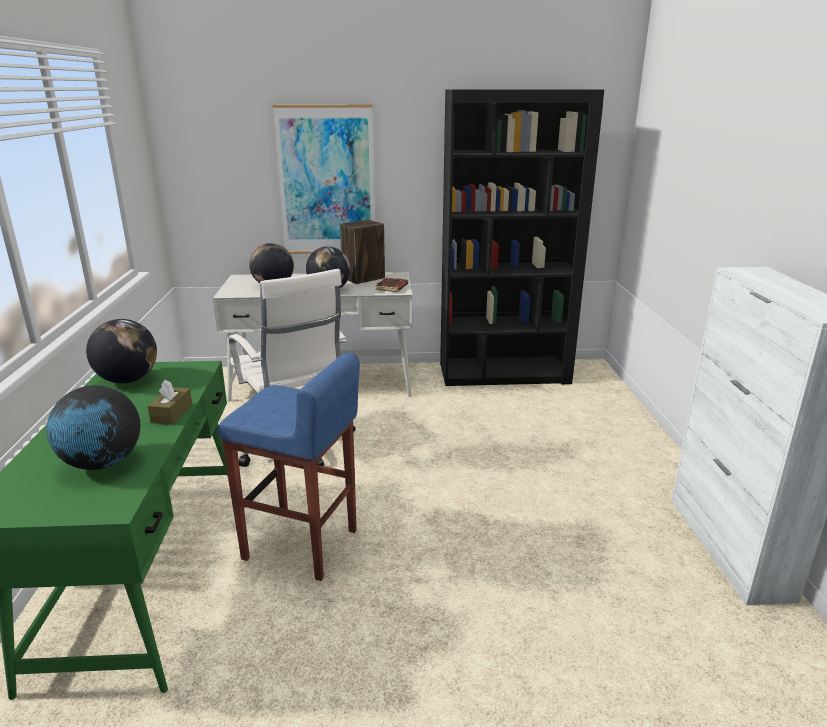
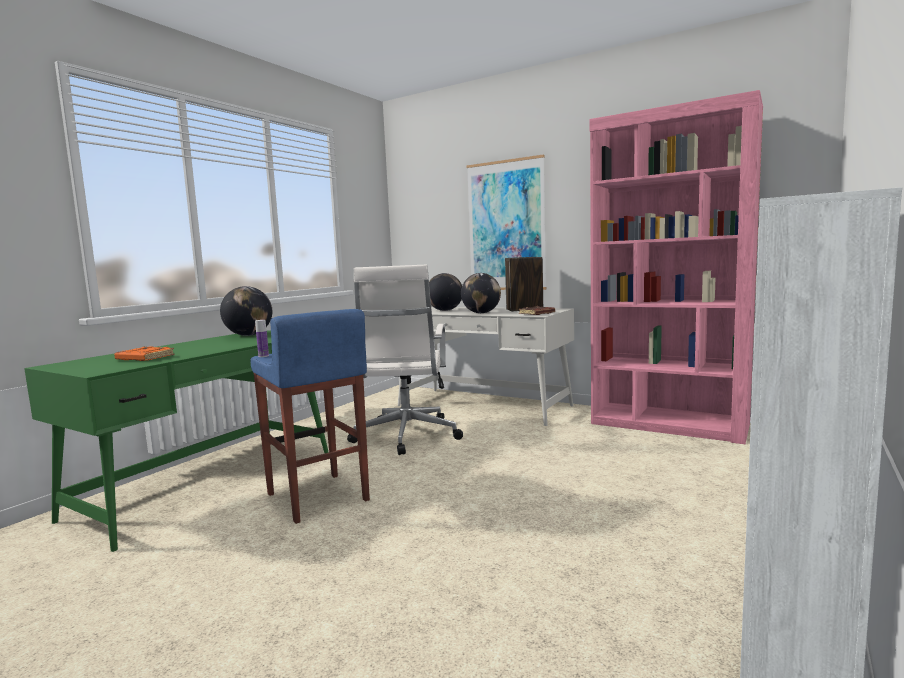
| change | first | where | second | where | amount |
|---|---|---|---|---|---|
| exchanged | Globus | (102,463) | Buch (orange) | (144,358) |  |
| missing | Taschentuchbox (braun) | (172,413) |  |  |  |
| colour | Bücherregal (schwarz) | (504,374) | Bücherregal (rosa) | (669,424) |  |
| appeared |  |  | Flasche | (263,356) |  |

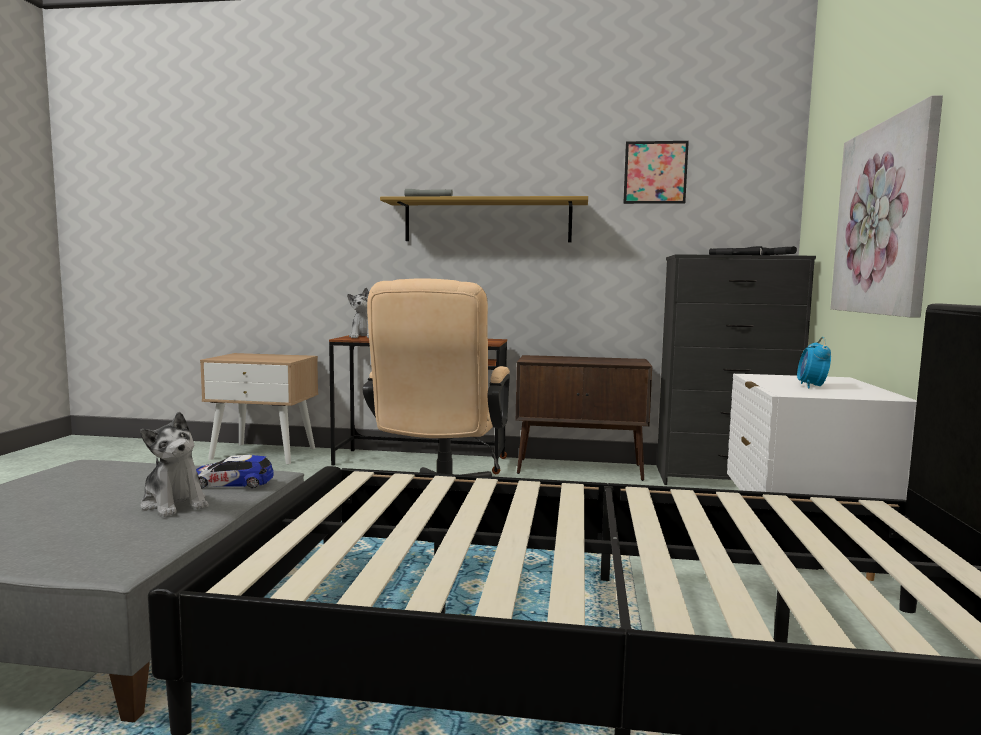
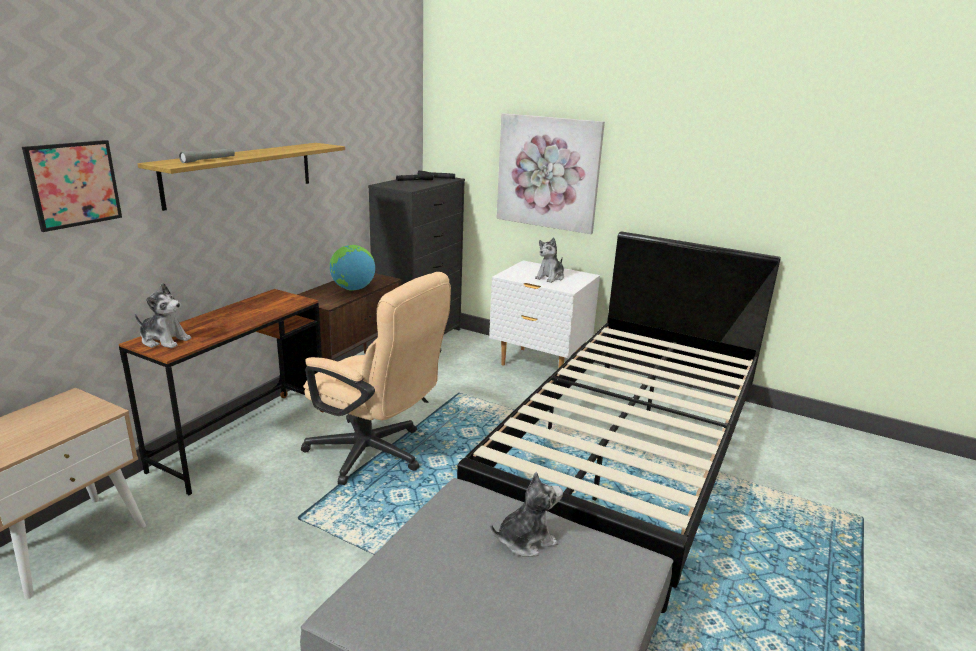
| change | first | where | second | where | amount |
|---|---|---|---|---|---|
| missing | Spielzeugauto | (231,482) |  |  |  |
| relocated | Bild | (655,172) |  | (74,184) |  |
| exchanged | Wecker | (811,386) | Plüschtier | (550,277) |  |
| appeared |  |  | Globus | (353,289) |  |

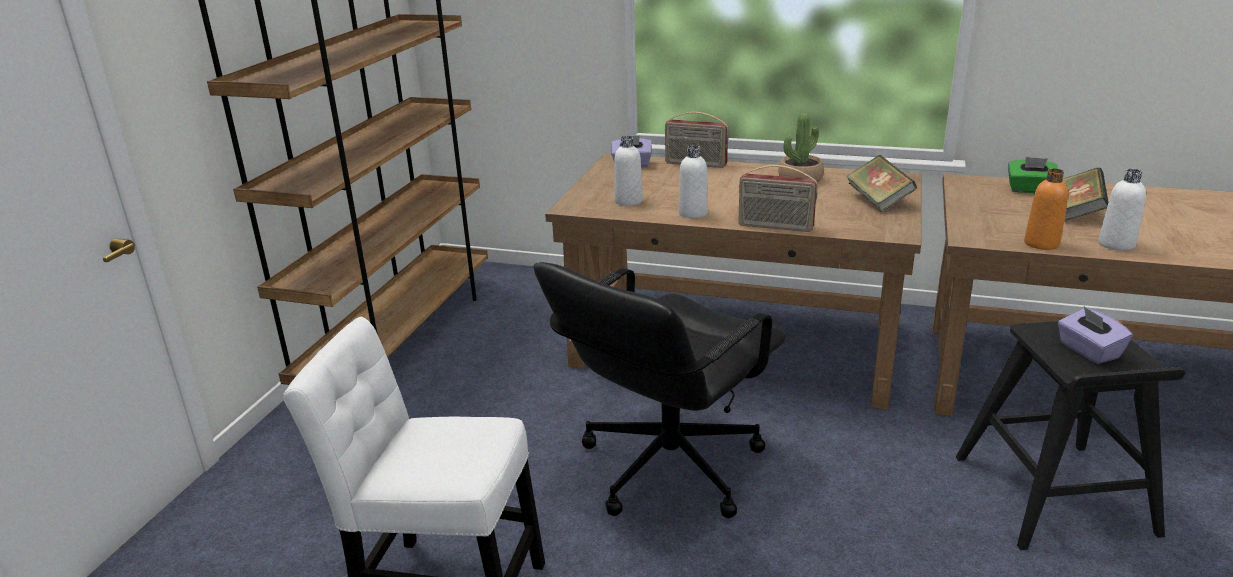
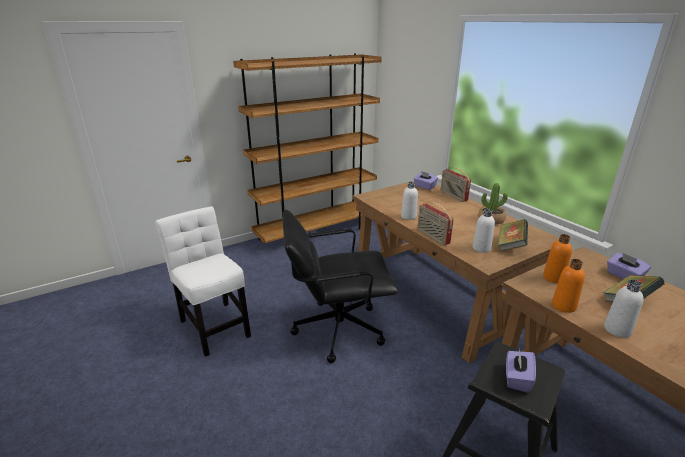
| change | first | where | second | where | amount |
|---|---|---|---|---|---|
| relocated | Flasche (weiß) | (628,201) |  | (481,248) |  |
| colour | Taschentuchbox (grün) | (1030,190) | Taschentuchbox (lila) | (623,276) |  |
| appeared |  |  | Flasche (orange) | (553,278) |  |

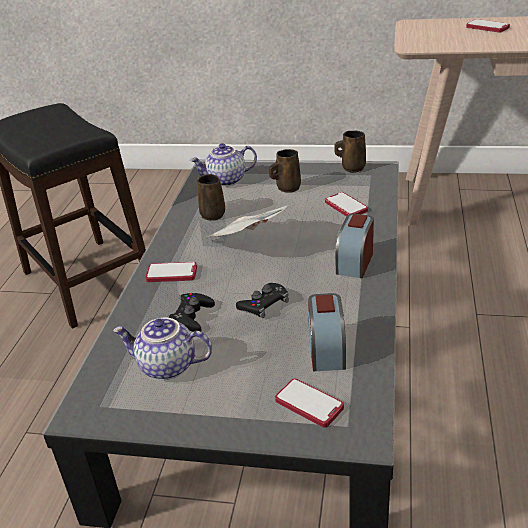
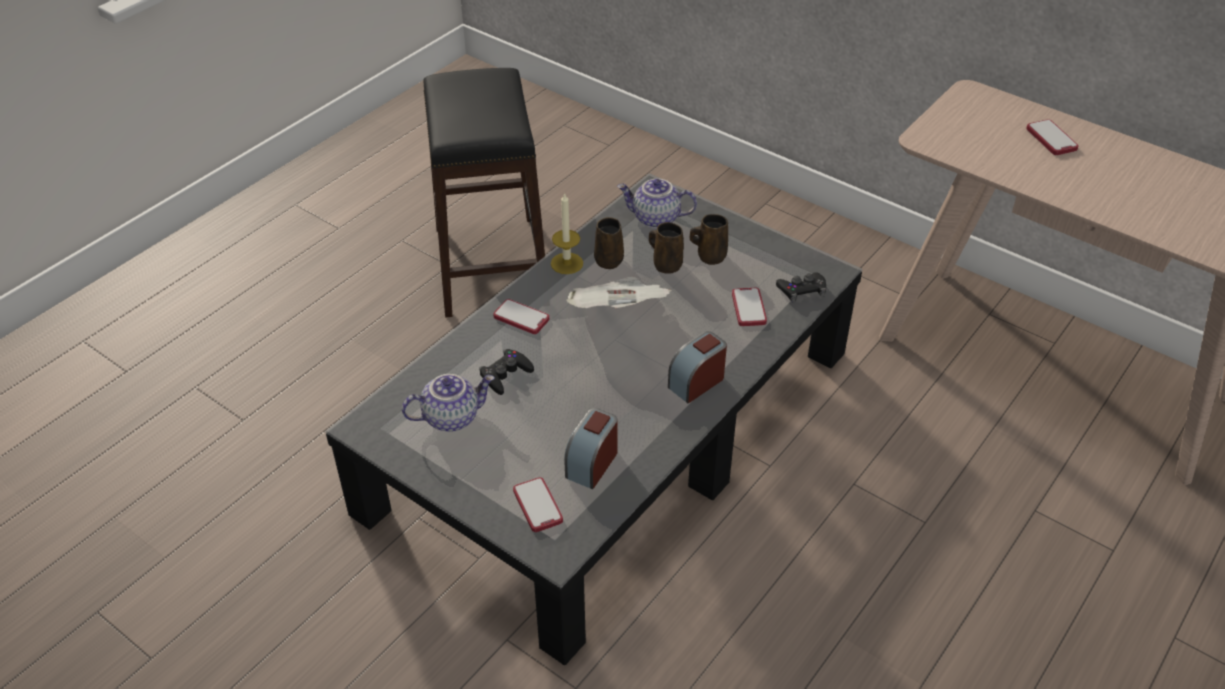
| change | first | where | second | where | amount |
|---|---|---|---|---|---|
| spun | Teekanne | (166,367) |  | (451,416) | 120 degrees clockwise |
| relocated | Gamepad (schwarz) | (264,304) |  | (801,290) |  |
| relocated | Henkelbecher (braun) | (352,168) |  | (666,264) |  |
| appeared |  |  | Kerze | (567,263) |  |

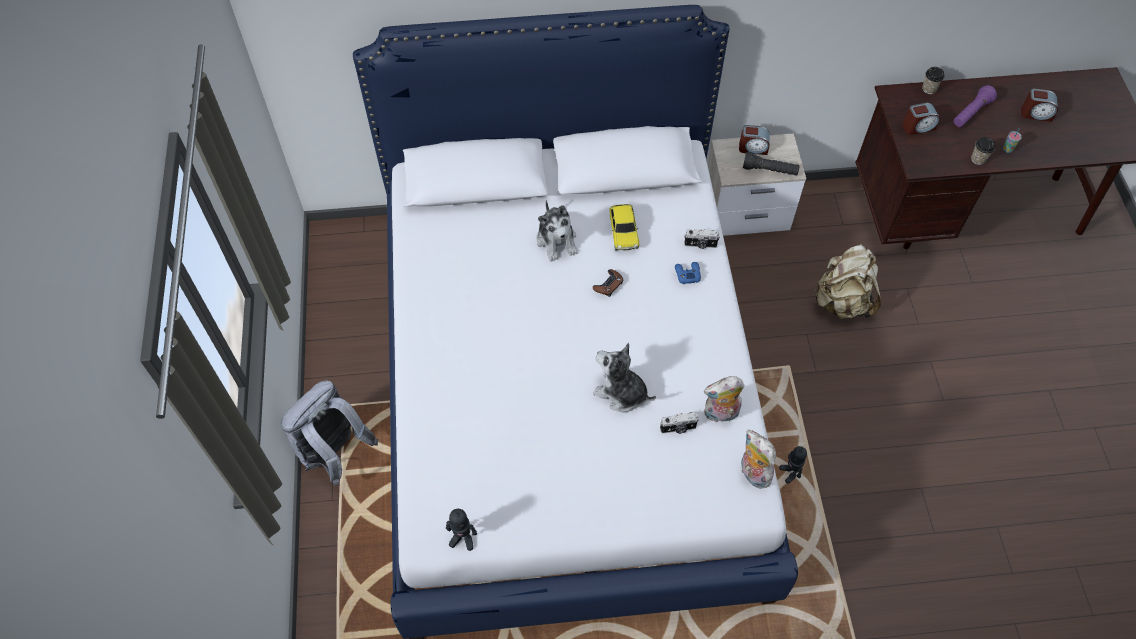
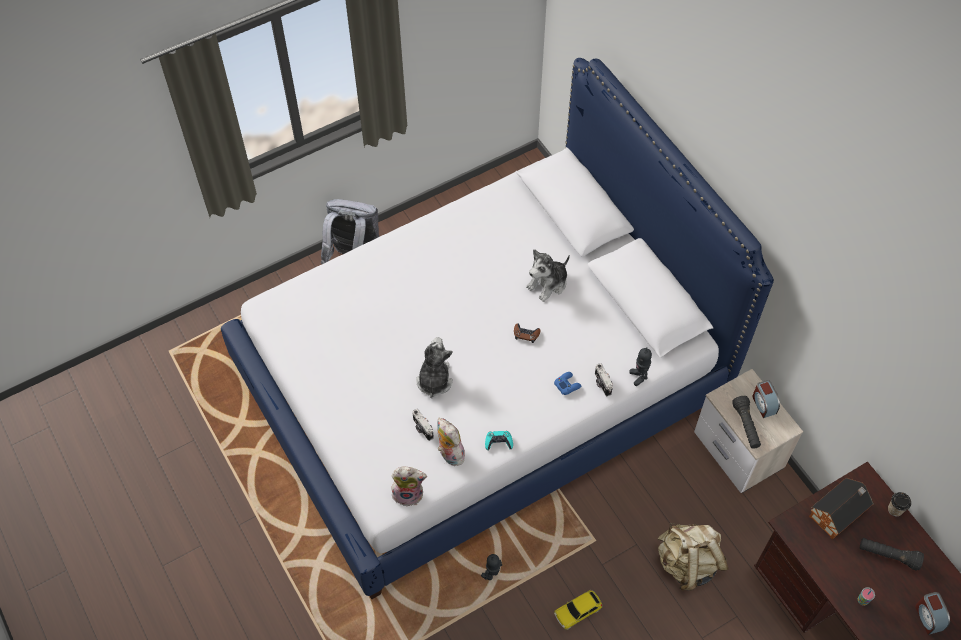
| change | first | where | second | where | amount |
|---|---|---|---|---|---|
| relocated | Spielzeugroboter | (462,539) |  | (639,376) |  |
| relocated | Spielzeugauto | (623,232) |  | (578,611) |  |
| spun | Plüschtier | (752,473) |  | (409,493) | 60 degrees clockwise |
| exchanged | Wecker | (918,127) | Spielzeughaus | (838,513) |  |
| colour | Taschenlampe (lila) | (971,113) | Taschenlampe (schwarz) | (888,556) |  |
| missing | Tasse | (978,159) |  |  |  |
| appeared |  |  | Gamepad (türkis) | (498,442) |  |

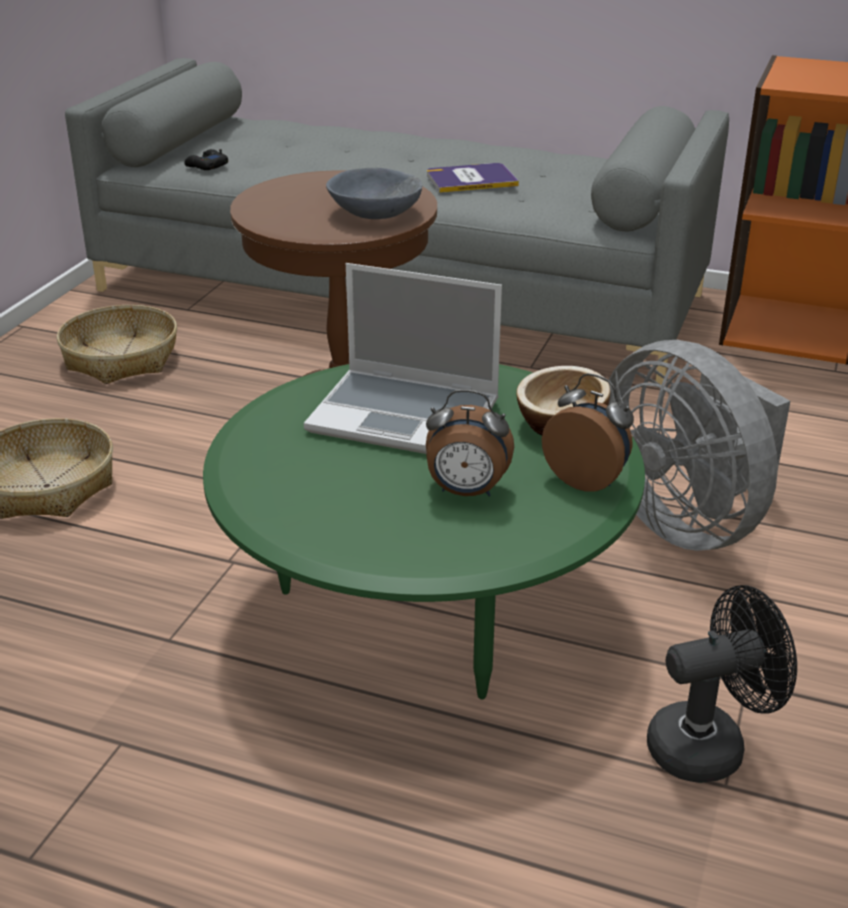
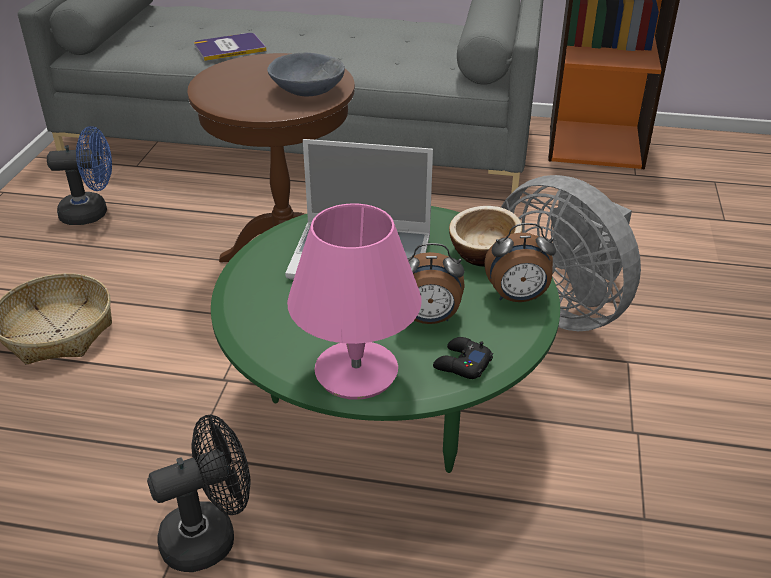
| change | first | where | second | where | amount |
|---|---|---|---|---|---|
| exchanged | Korb | (121,358) | Ventilator (blau) | (92,213) |  |
| relocated | Gamepad (schwarz) | (206,166) |  | (461,364) |  |
| relocated | Buch | (471,179) |  | (229,48) |  |
| spun | Wecker | (587,479) |  | (517,298) | 150 degrees clockwise |
| relocated | Ventilator (schwarz) | (709,745) |  | (210,535) |  |
| appeared |  |  | Tischlampe (rosa) | (357,372) |  |

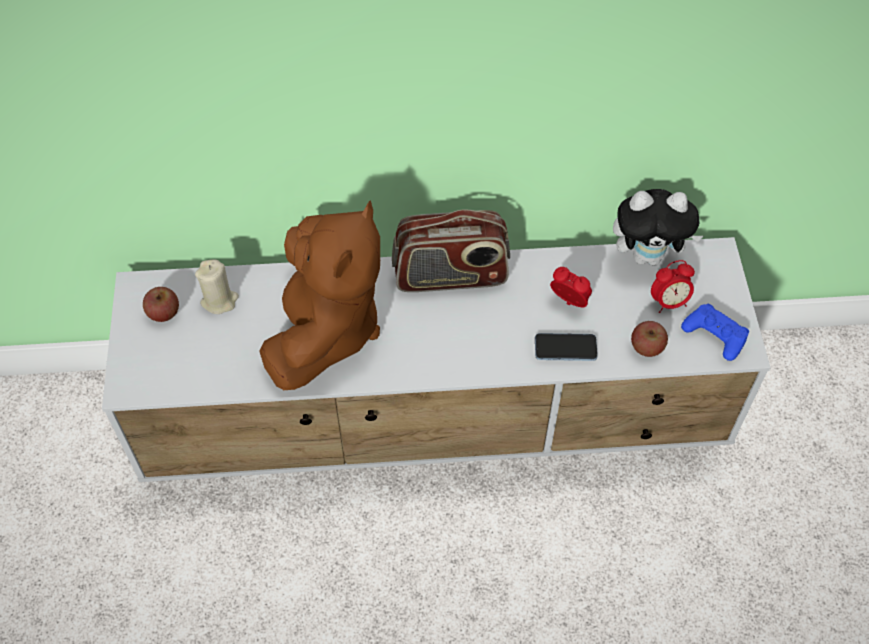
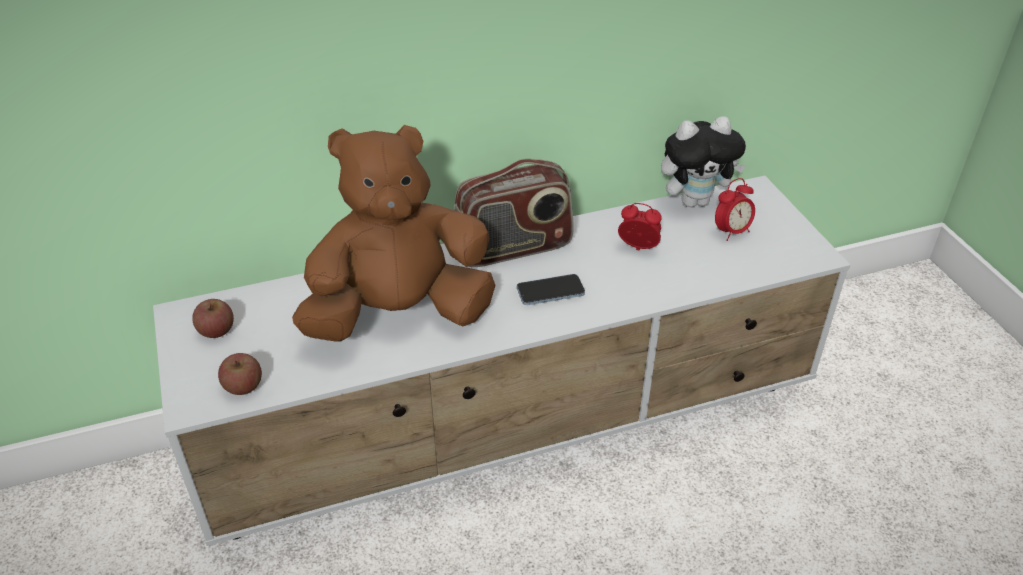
| change | first | where | second | where | amount |
|---|---|---|---|---|---|
| missing | Kerze (beige) | (219,300) |  |  |  |
| spun | Plüschtier (braun) | (325,330) |  | (400,314) | 105 degrees counterclockwise |
| relocated | Handy | (565,348) |  | (550,291) |  |
| relocated | Apfel | (647,347) |  | (243,386) |  |
| missing | Gamepad (blau) | (715,335) |  |  |  |

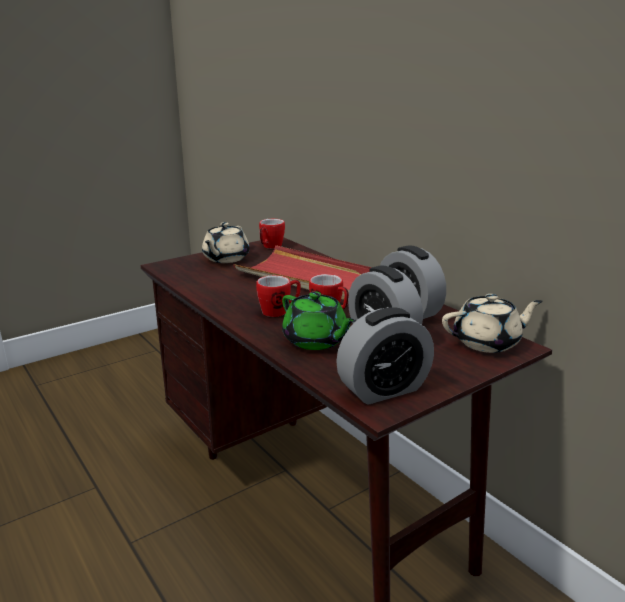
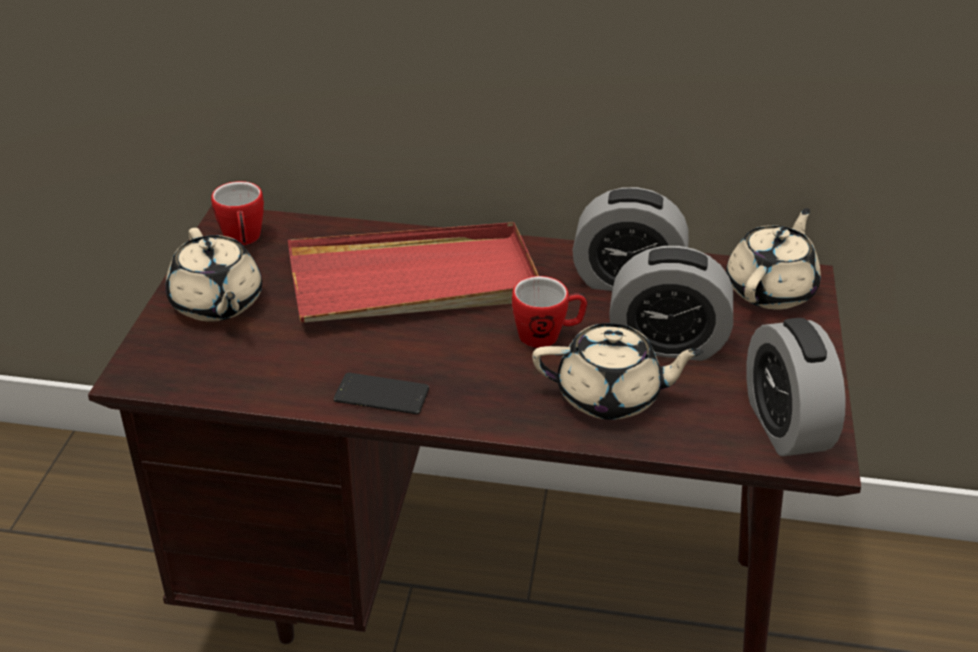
| change | first | where | second | where | amount |
|---|---|---|---|---|---|
| missing | Henkelbecher | (279,311) |  |  |  |
| colour | Teekanne (grün) | (316,341) | Teekanne (beige) | (610,396) |  |
| spun | Wecker | (383,389) |  | (784,425) | 150 degrees clockwise |
| appeared |  |  | Handy | (381,395) |  |

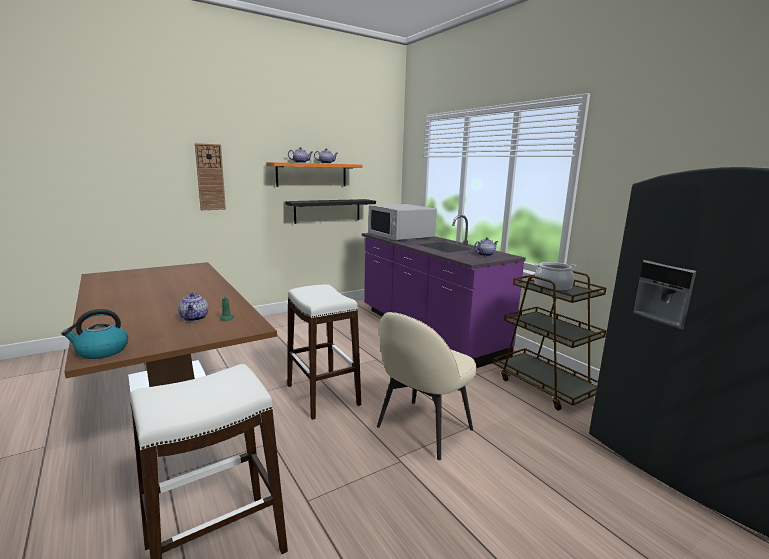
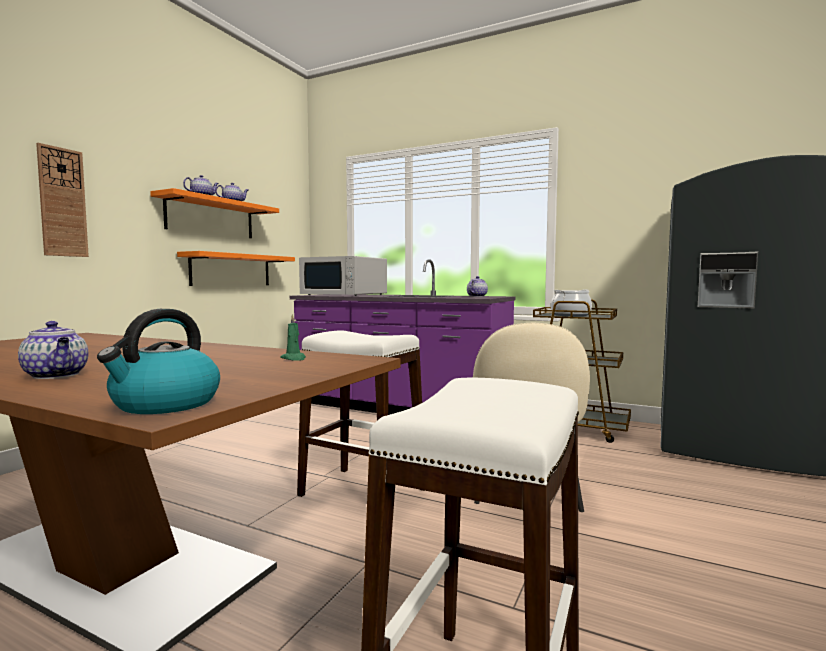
| change | first | where | second | where | amount |
|---|---|---|---|---|---|
| relocated | Teekanne | (194,318) |  | (57,375) |  |
| colour | Wandregal (schwarz) | (327,211) | Wandregal (orange) | (231,270) |  |

